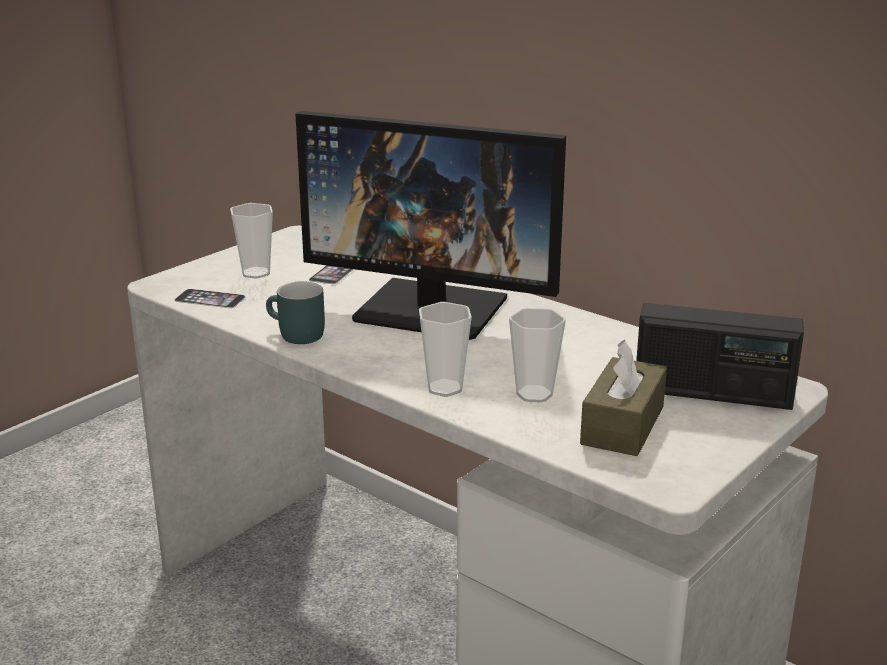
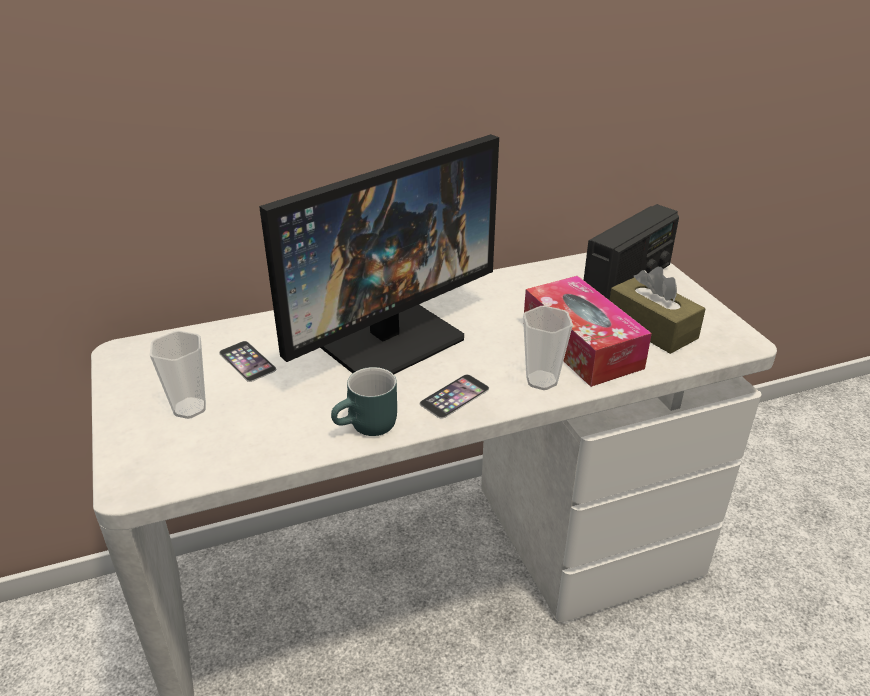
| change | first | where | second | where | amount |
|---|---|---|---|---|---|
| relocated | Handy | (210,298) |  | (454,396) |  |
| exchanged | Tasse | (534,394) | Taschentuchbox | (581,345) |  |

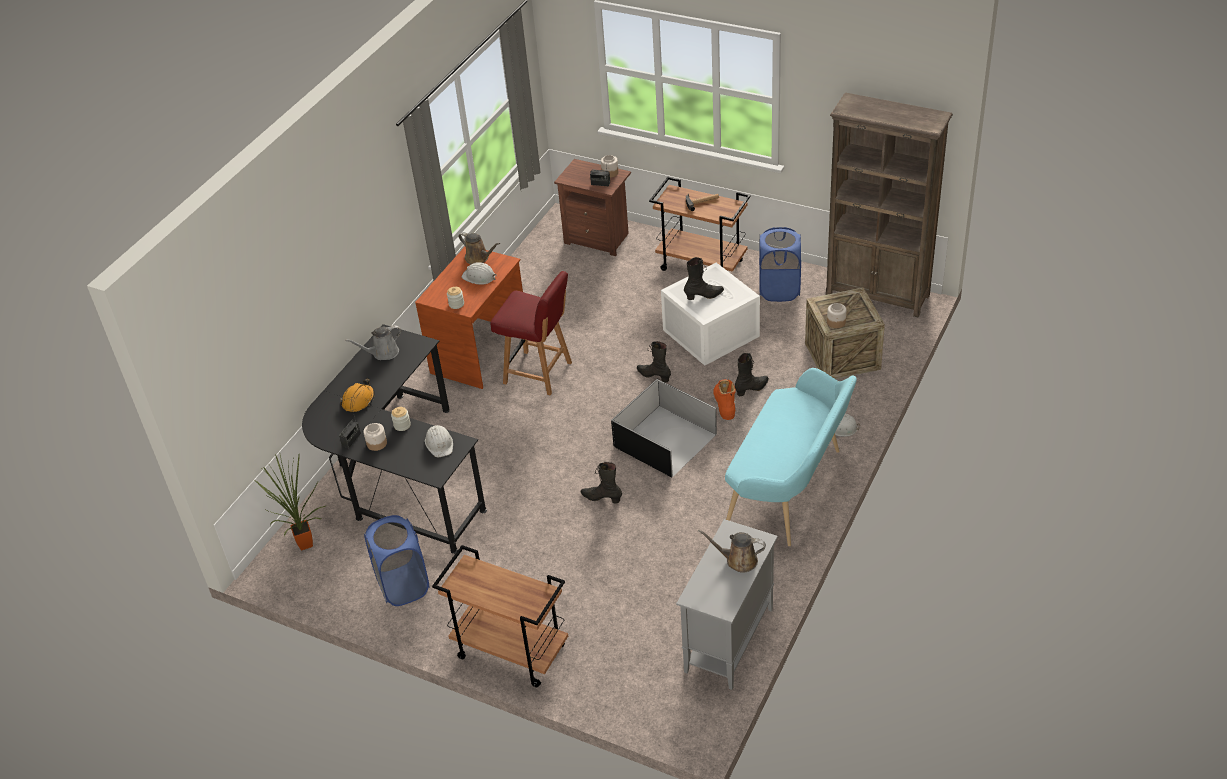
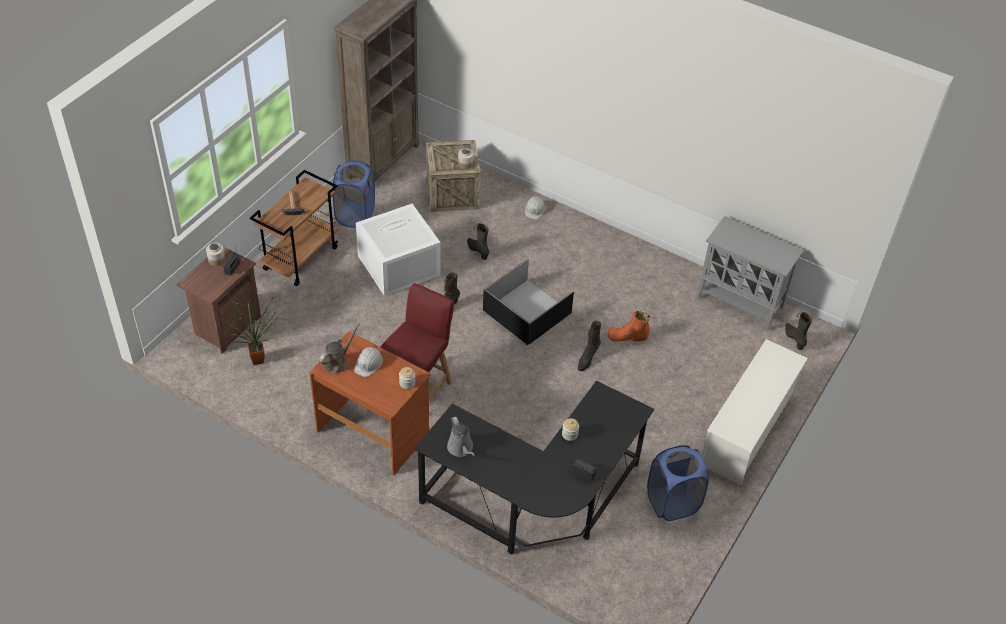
| change | first | where | second | where | amount |
|---|---|---|---|---|---|
| relocated | Topfpflanze | (302,545) |  | (258,362) |  |
| missing | Schutzhelm (orange) | (358,400) |  |  |  |
| missing | Vorratsglas | (377,443) |  |  |  |
| missing | Schutzhelm (weiß) | (439,443) |  |  |  |
| exchanged | Rollwagen (braun) | (510,652) | Schuhregal (weiß) | (747,431) |  |
| relocated | Stiefel (schwarz) | (704,296) |  | (794,339) |  |
| missing | Gießkanne (braun) | (738,560) |  |  |  |
| relocated | Stiefel (orange) | (724,404) |  | (627,336) |  |
| missing | Bank (türkis) | (790,490) |  |  |  |

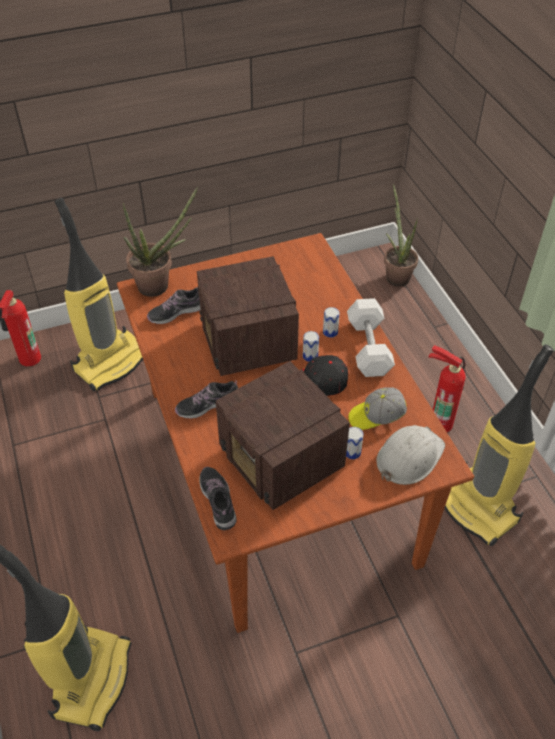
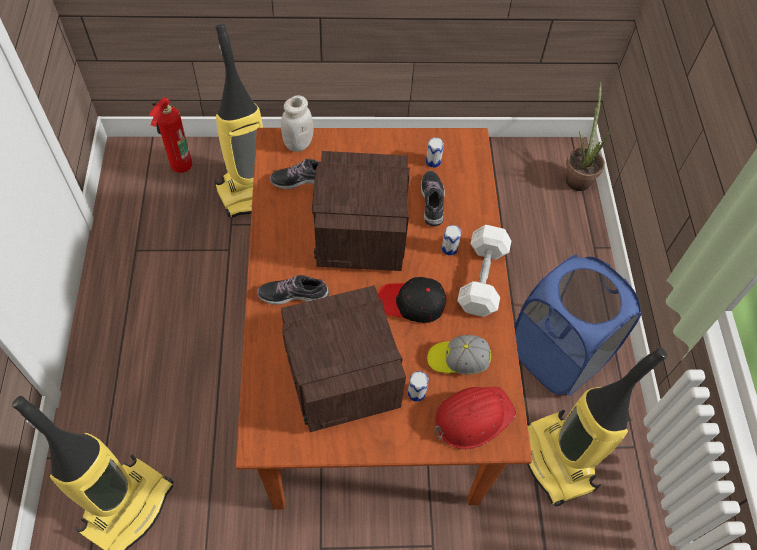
| change | first | where | second | where | amount |
|---|---|---|---|---|---|
| exchanged | Topfpflanze | (160,285) | Vorratsglas (weiß) | (298,143) |  |
| relocated | Schuh | (218,501) |  | (432,201) |  |
| relocated | Dose | (310,356) |  | (433,161) |  |
| colour | Schutzhelm (weiß) | (409,457) | Schutzhelm (rot) | (472,417) |  |
| exchanged | Feuerlöscher | (440,421) | Wäschekorb (blau) | (558,355) |  |

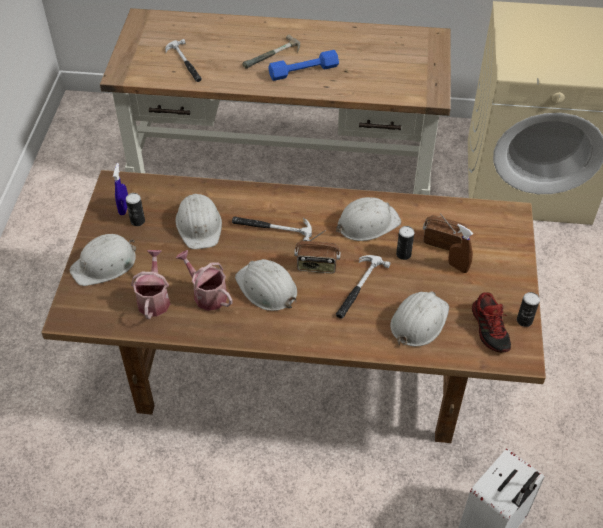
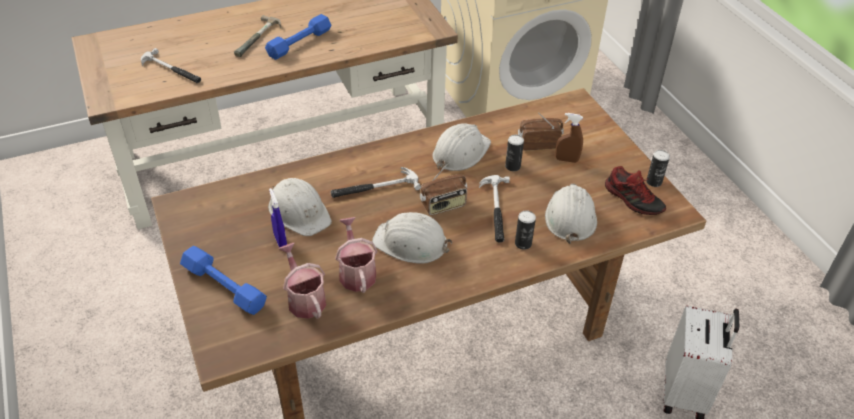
| change | first | where | second | where | amount |
|---|---|---|---|---|---|
| exchanged | Schutzhelm (weiß) | (105,264) | Hantel (blau) | (224,286) |  |
| relocated | Sprühflasche (blau) | (124,208) |  | (280,241) |  |
| relocated | Dose | (137,221) |  | (523,243) |  |
| spun | Gießkanne | (207,294) |  | (356,272) | 60 degrees clockwise |

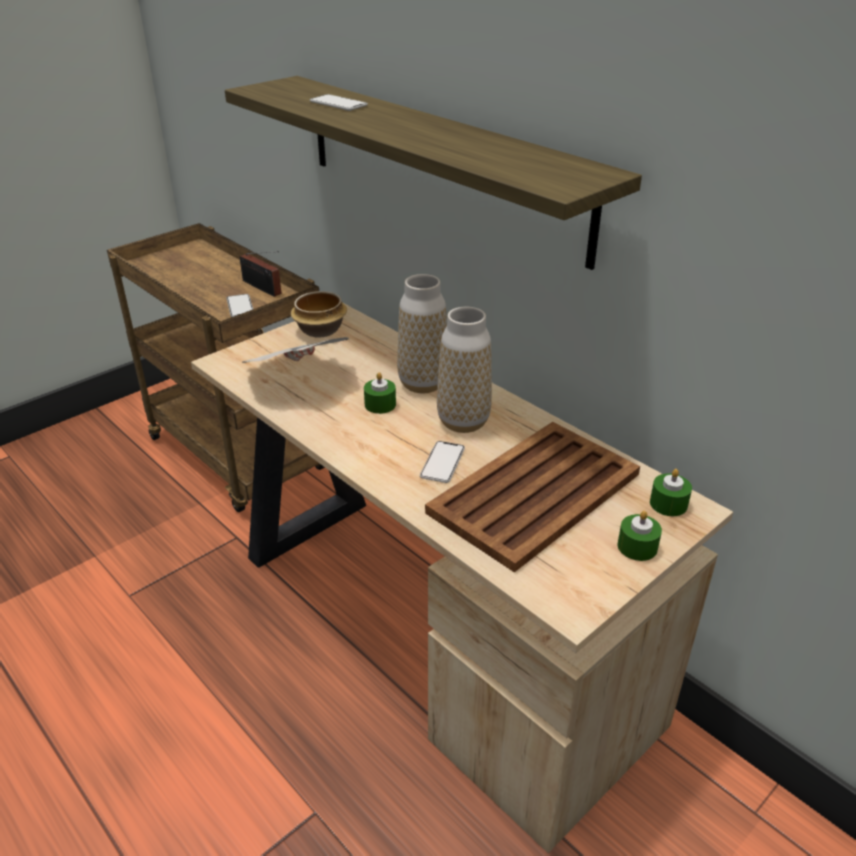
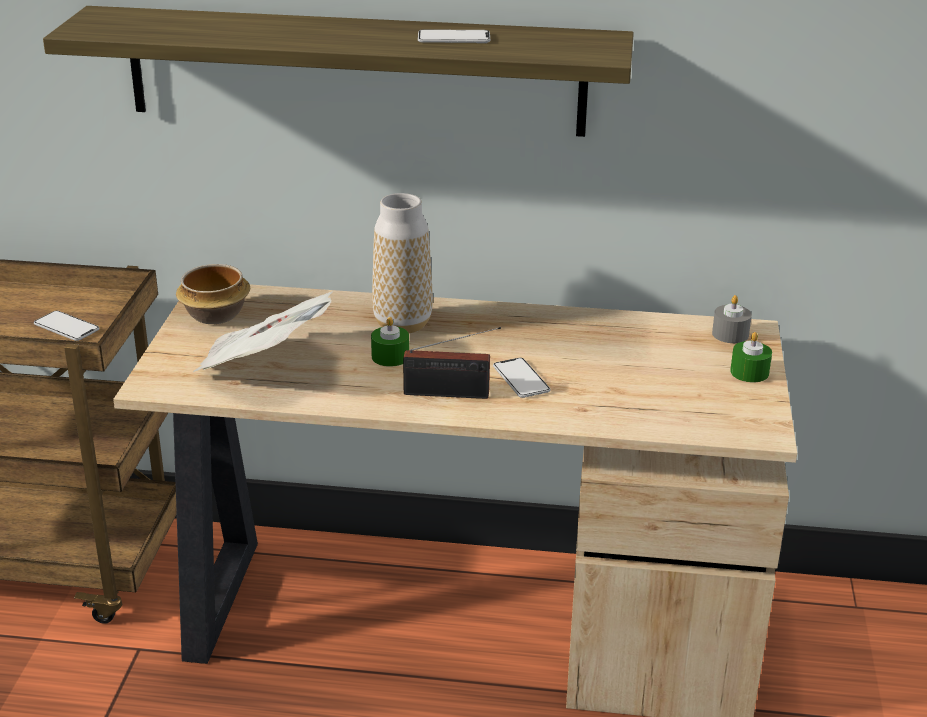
| change | first | where | second | where | amount |
|---|---|---|---|---|---|
| relocated | Radio | (263,288) |  | (451,394) |  |
| relocated | Handy | (338,104) |  | (454,38) |  |
| missing | Tablett (braun) | (533,494) |  |  |  |
| missing | Vase | (463,422) |  |  |  |
| colour | Kerze (grün) | (668,504) | Kerze (grau) | (730,334) |  |

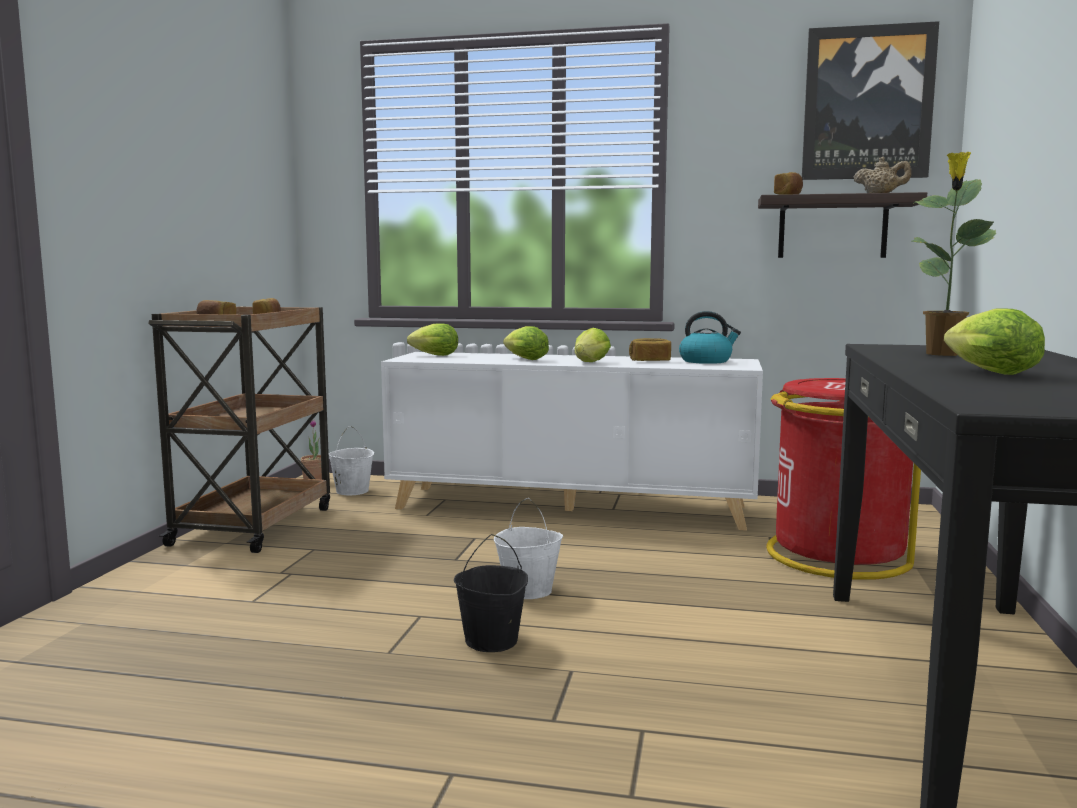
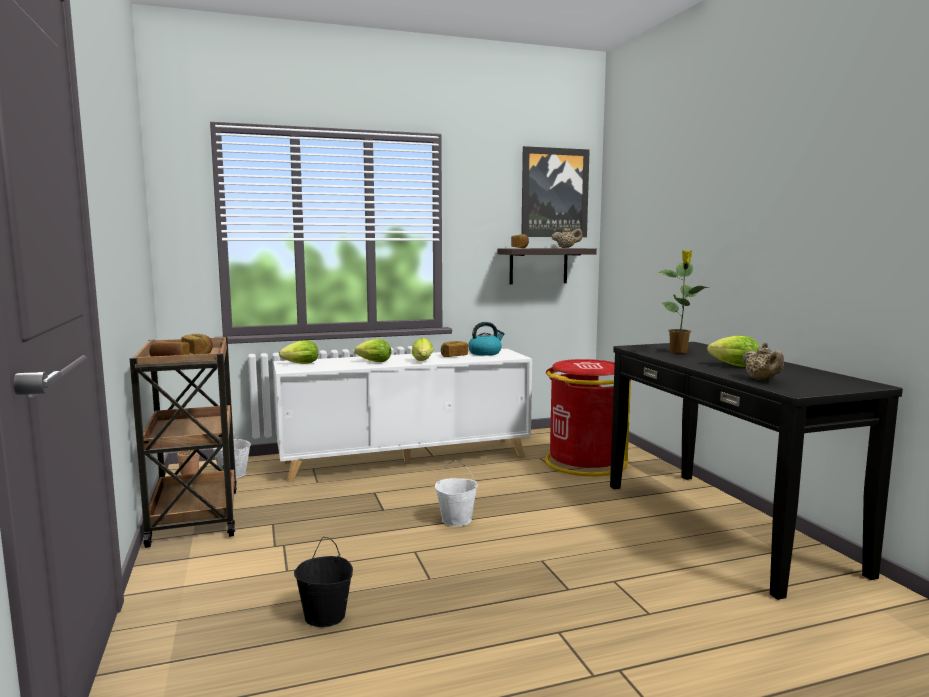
| change | first | where | second | where | amount |
|---|---|---|---|---|---|
| relocated | Eimer (schwarz) | (492,641) |  | (326,616) |  |
| appeared |  |  | Teekanne (beige) | (762,380) |  |

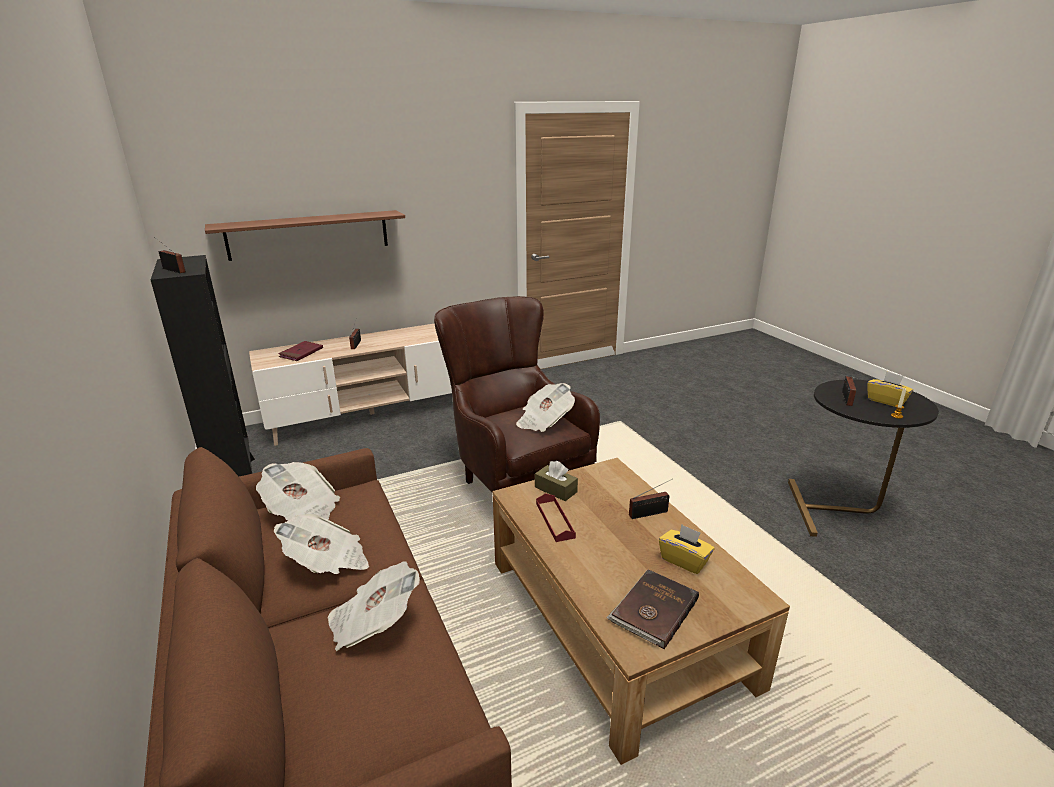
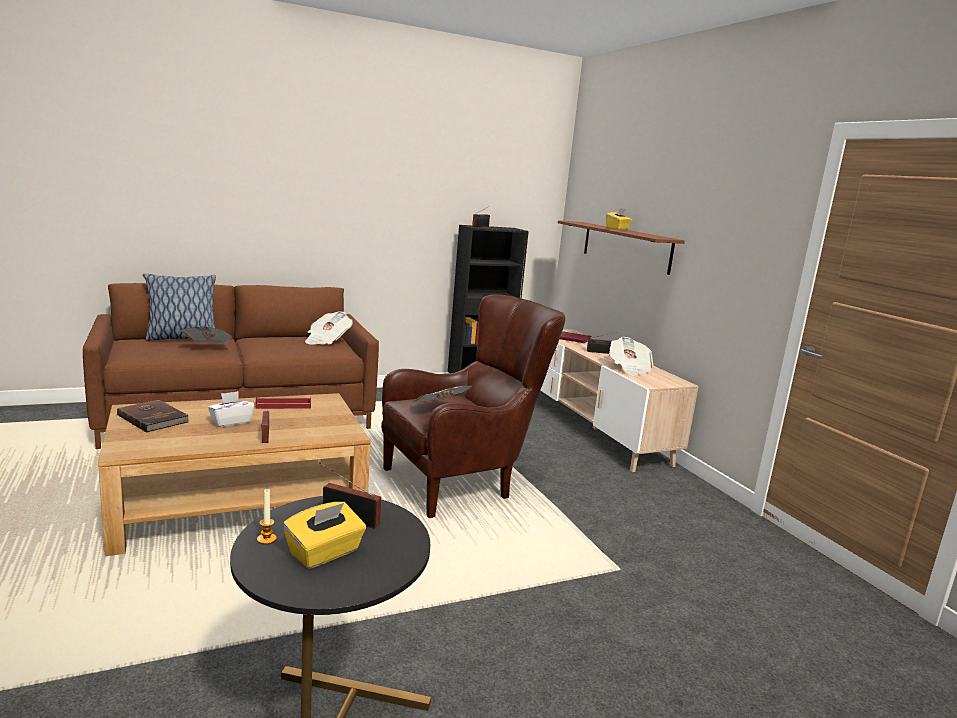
| change | first | where | second | where | amount |
|---|---|---|---|---|---|
| relocated | Zeitung | (328,562) |  | (629,369) |  |
| missing | Taschentuchbox (braun) | (555,489) |  |  |  |
| relocated | Taschentuchbox (gelb) | (684,560) |  | (617,229) |  |
| appeared |  |  | Kissen | (181,338) |  |
| appeared |  |  | Taschentuchbox (weiß) | (231,422) |  |

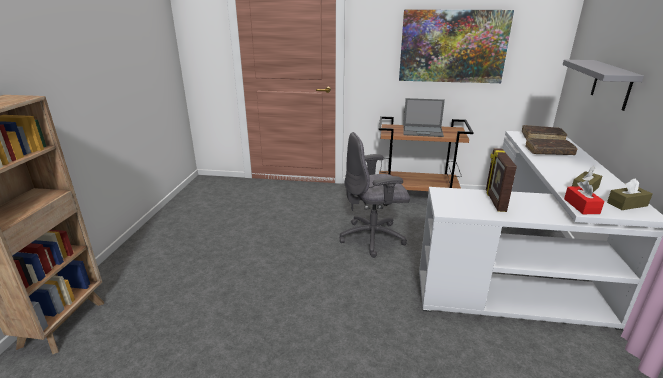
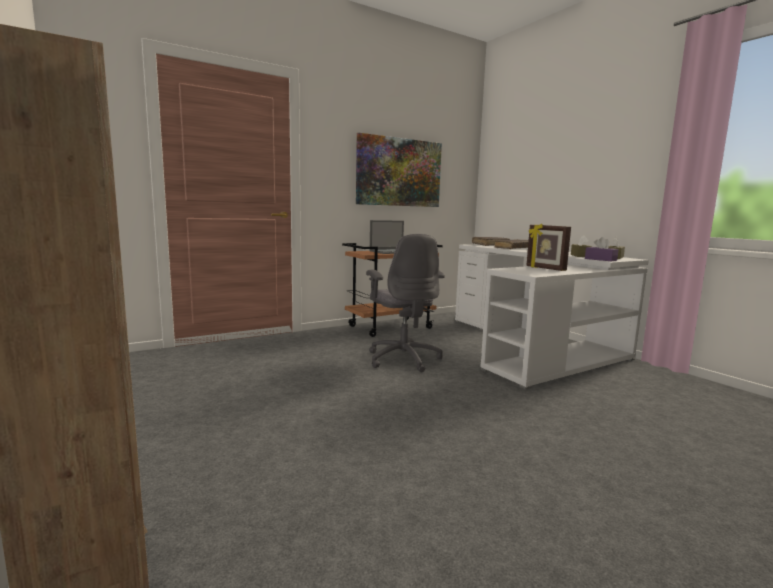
| change | first | where | second | where | amount |
|---|---|---|---|---|---|
| spun | Bürostuhl (grau) | (373,238) |  | (403,359) | 60 degrees counterclockwise |
| missing | Wandregal (grau) | (611,84) |  |  |  |
| colour | Taschentuchbox (rot) | (581,206) | Taschentuchbox (lila) | (600,259) |  |

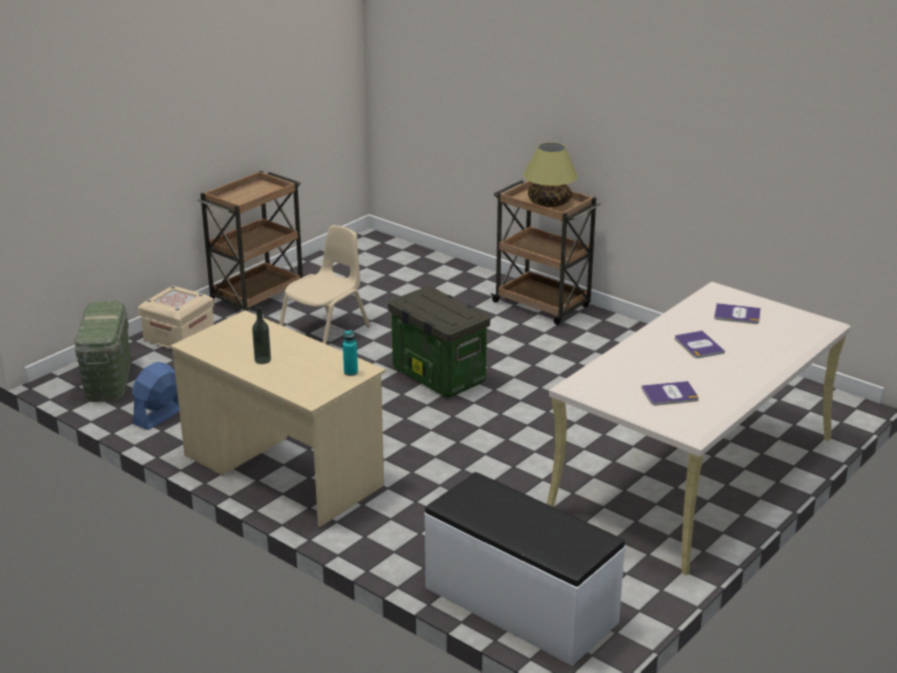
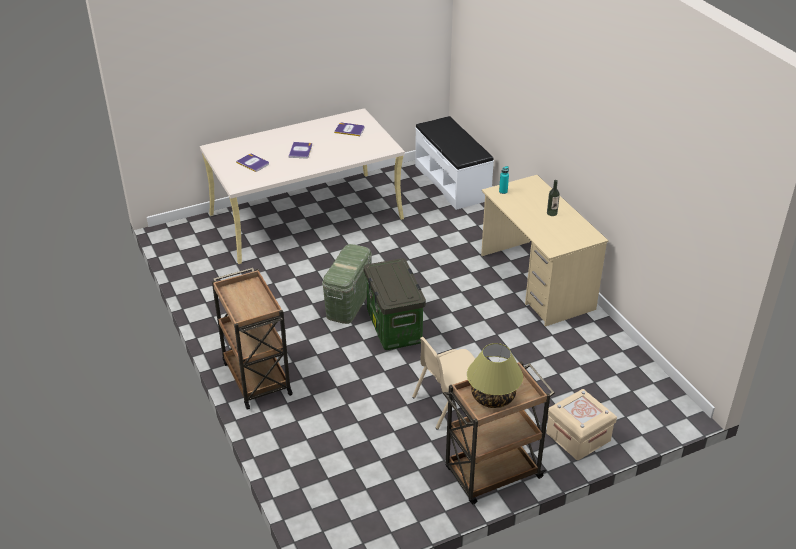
| change | first | where | second | where | amount |
|---|---|---|---|---|---|
| relocated | Aufbewahrungsbox (grün) | (108,380) |  | (348,303) |  |
| missing | Ventilator (blau) | (160,415) |  |  |  |
| relocated | Tischlampe | (549,203) |  | (492,396) |  |

